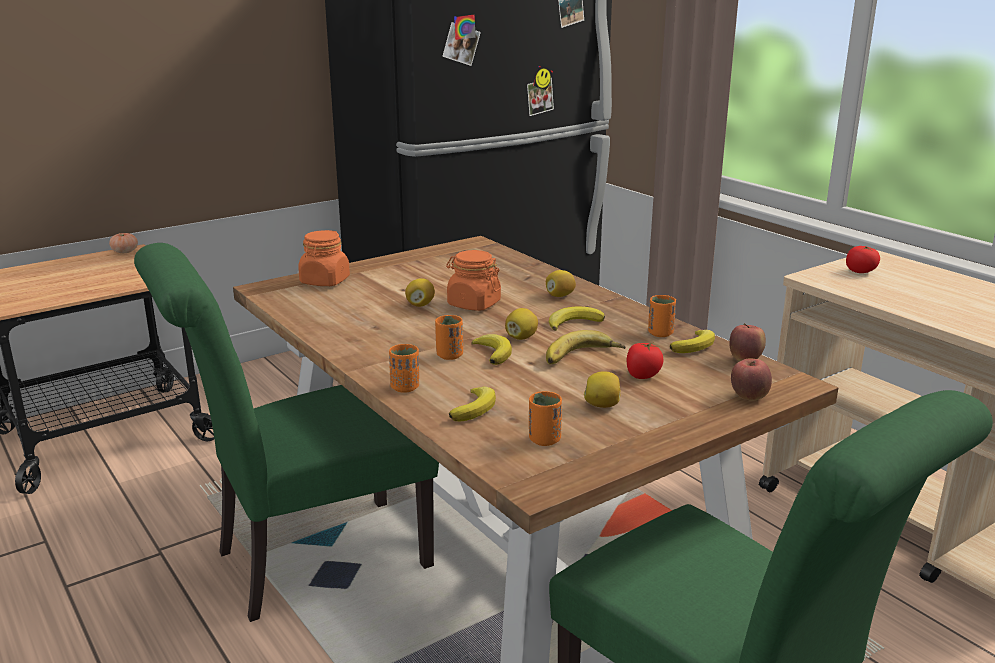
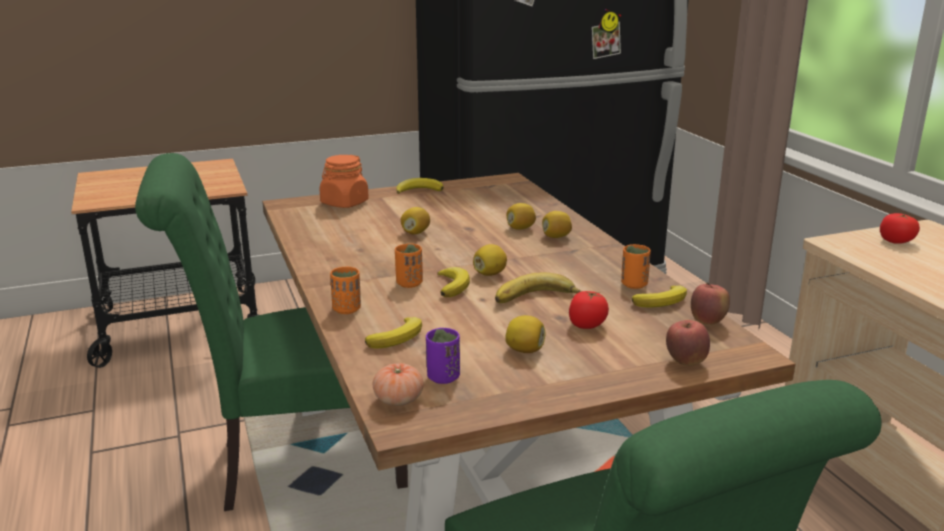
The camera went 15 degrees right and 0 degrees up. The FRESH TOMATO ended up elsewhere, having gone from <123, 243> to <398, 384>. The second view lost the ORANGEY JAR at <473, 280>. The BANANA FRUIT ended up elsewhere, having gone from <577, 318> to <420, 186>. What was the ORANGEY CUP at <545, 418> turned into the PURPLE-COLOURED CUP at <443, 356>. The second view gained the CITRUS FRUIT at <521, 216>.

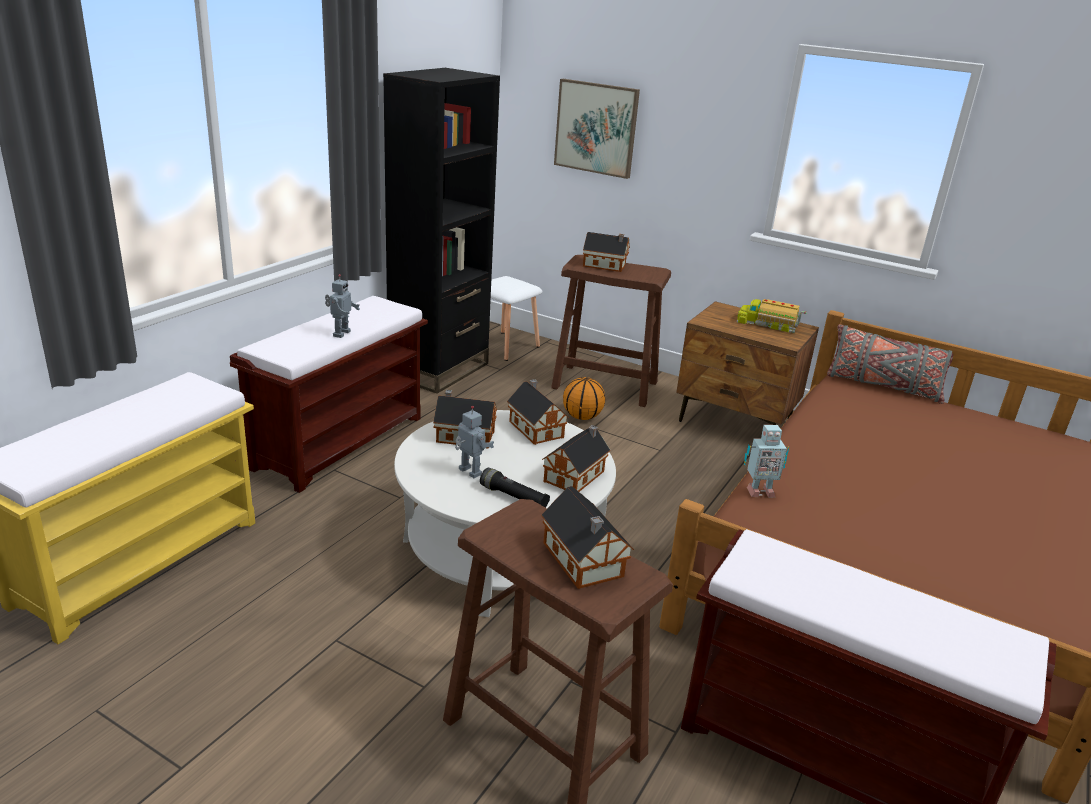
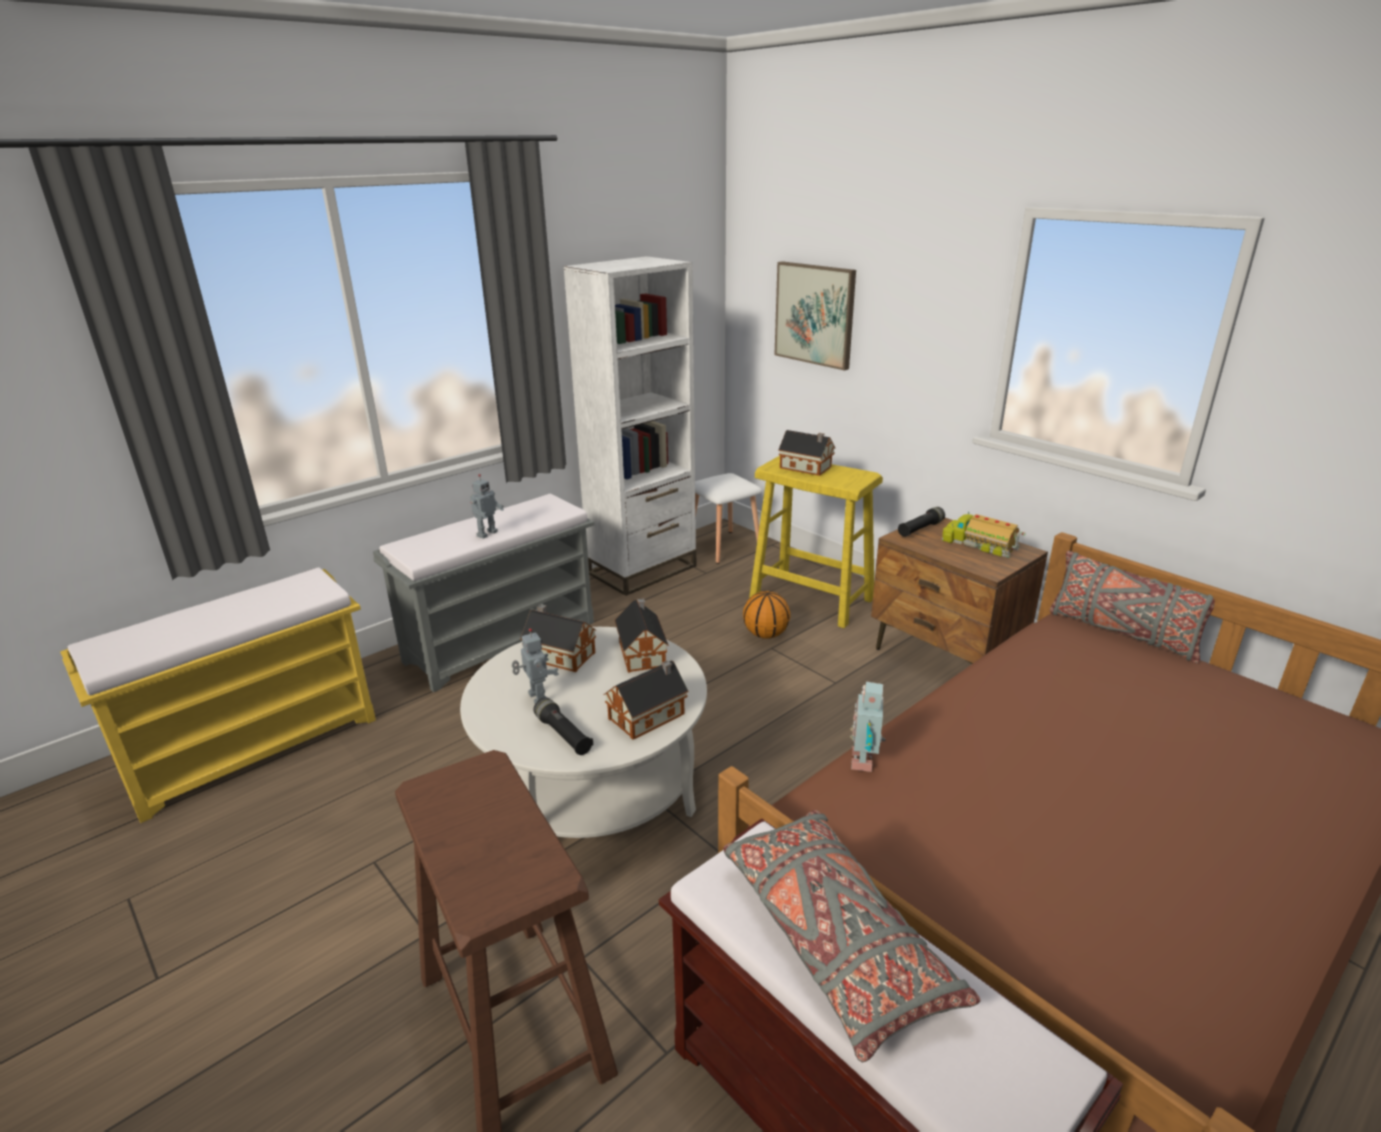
The camera went 20 degrees right and 0 degrees up. What was the BLACKISH SHELVING UNIT at <441, 231> turned into the WHITISH SHELVING UNIT at <629, 426>. What was the BROWN-COLOURED STOOL SEAT at <611, 331> turned into the YELLOW STOOL SEAT at <816, 542>. What was the BROWN-COLOURED BENCH at <329, 394> turned into the GREYISH BENCH at <483, 593>. The TOY ROBOT at <766, 461> ended up facing another way, 90 degrees clockwise from before. The second view lost the TOY HOUSE at <587, 537>. The second view gained the BLACKISH FLASHLIGHT at <921, 522>. The second view gained the GREYISH PILLOW at <851, 936>.

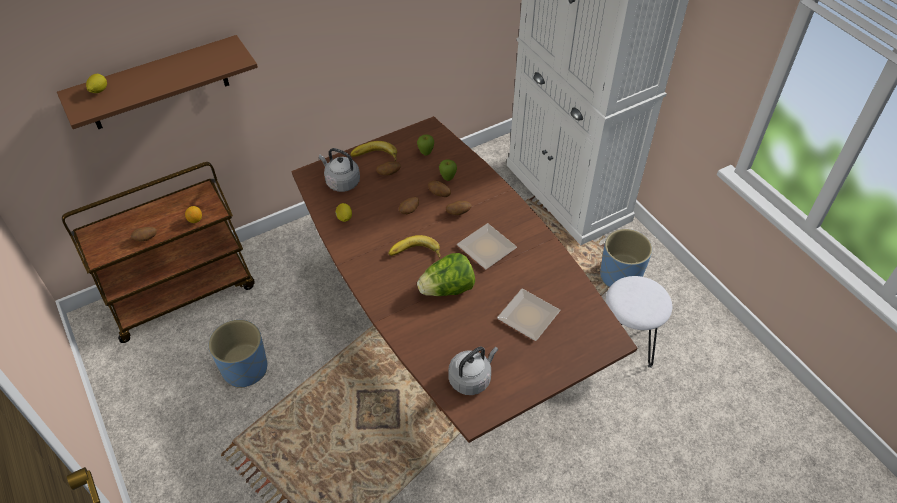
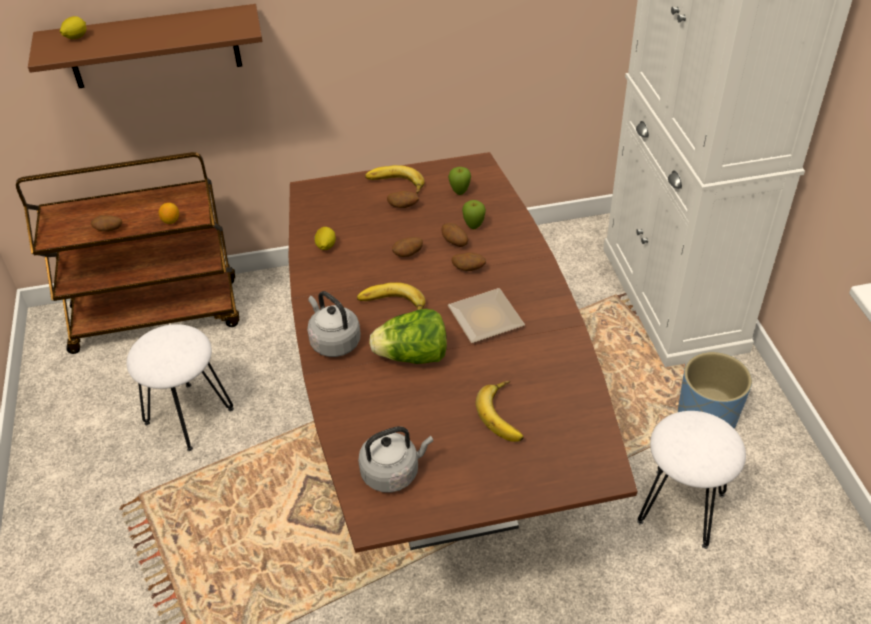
The camera went 20 degrees right and 5 degrees down. The GREYISH KETTLE ended up elsewhere, having gone from <339, 170> to <334, 324>. Where the FLAT DISH stood at <529, 314>, the BANANA FRUIT came to stand at <500, 411>. Where the BLUE-COLOURED PLANT POT stood at <238, 354>, the WHITISH STOOL SEAT came to stand at <180, 387>.

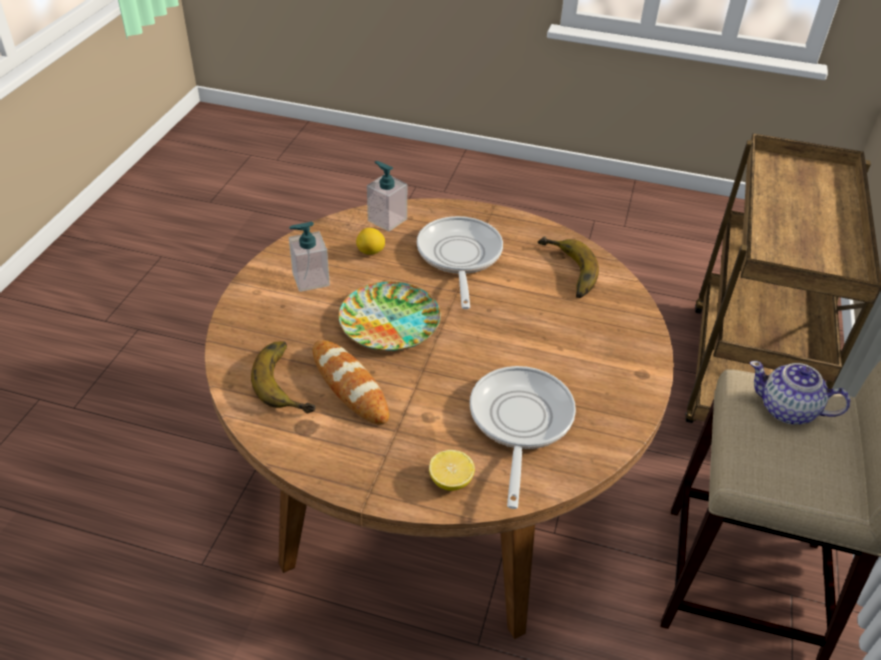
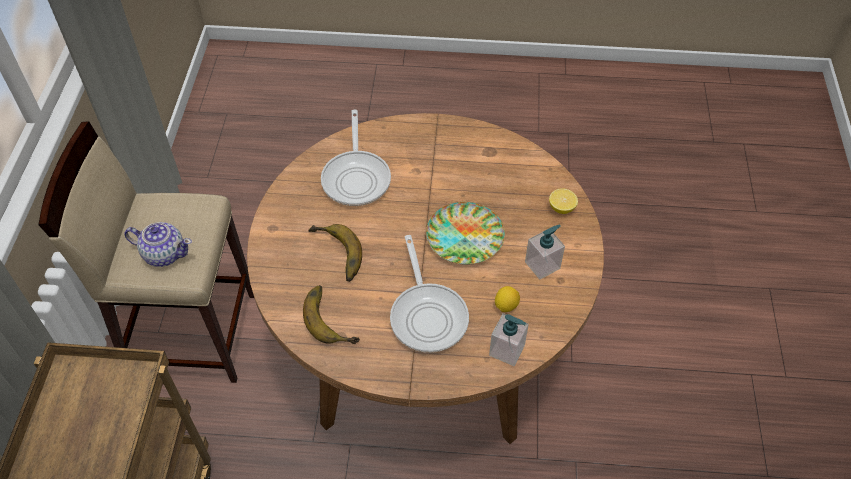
The camera went 170 degrees right and 10 degrees up. The second view lost the BAKED BREAD at <351, 382>. The BANANA FRUIT ended up elsewhere, having gone from <283, 377> to <335, 253>. The CITRUS FRUIT ended up elsewhere, having gone from <452, 470> to <563, 201>.

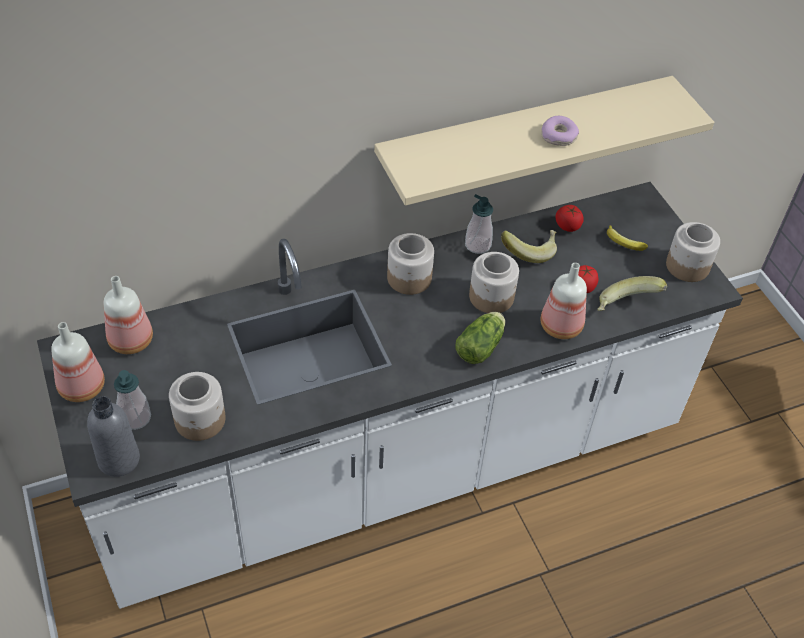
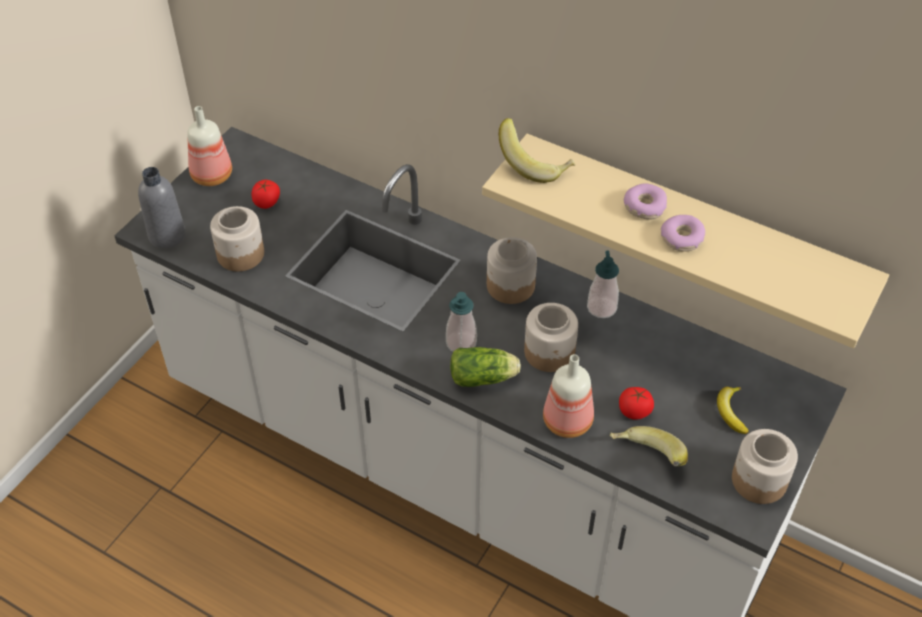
The camera went 55 degrees right and 0 degrees up. The FRESH TOMATO ended up elsewhere, having gone from <570, 218> to <265, 194>. The BANANA FRUIT ended up elsewhere, having gone from <529, 246> to <536, 150>. The second view lost the DRINK BOTTLE at <128, 315>. The SOAP BOTTLE ended up elsewhere, having gone from <132, 400> to <461, 321>. The second view gained the DONUT at <645, 201>.

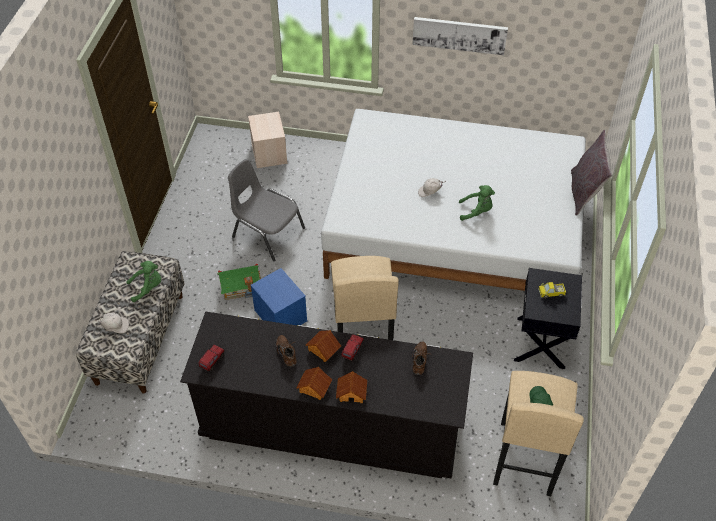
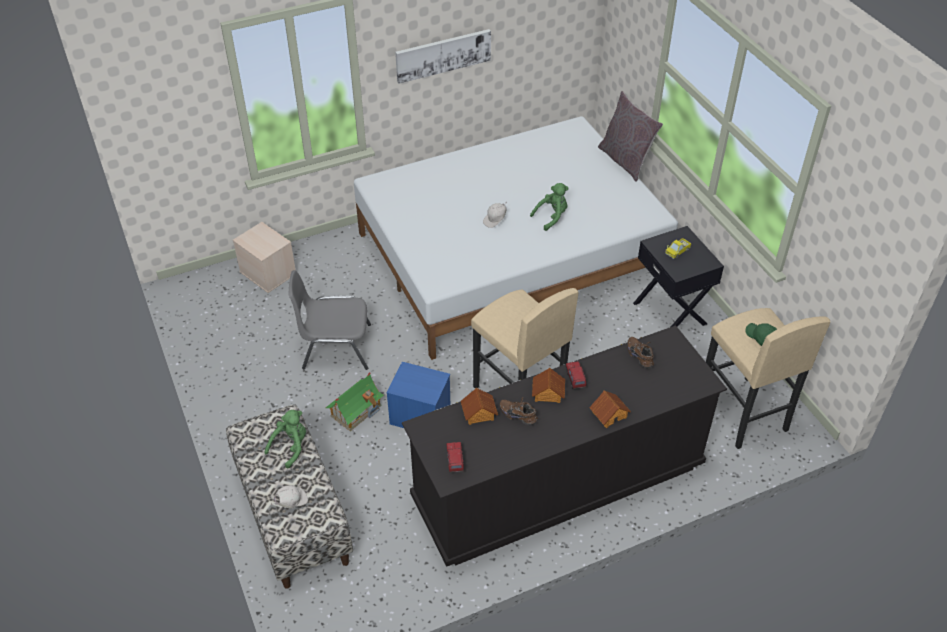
The camera went 35 degrees left and 5 degrees down. The TOY HOUSE ended up elsewhere, having gone from <314, 383> to <479, 406>.

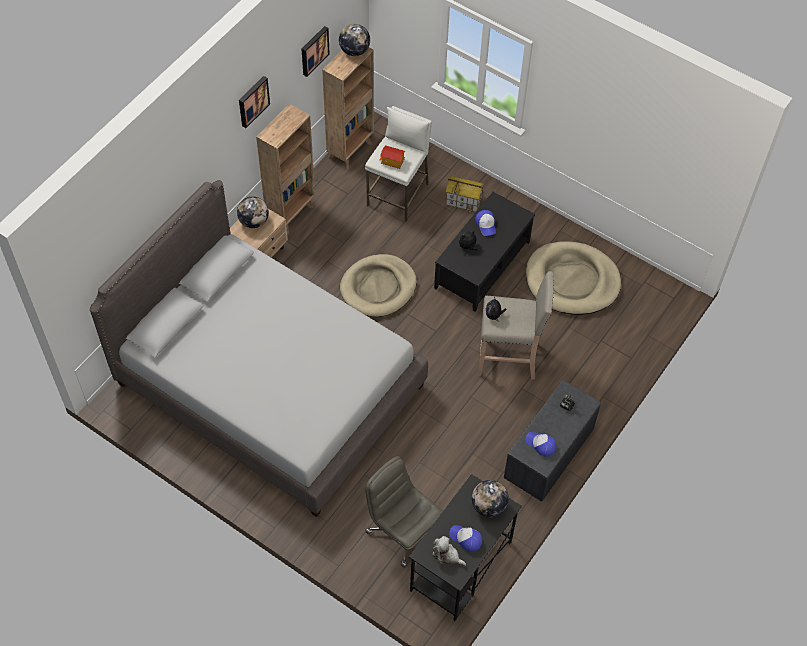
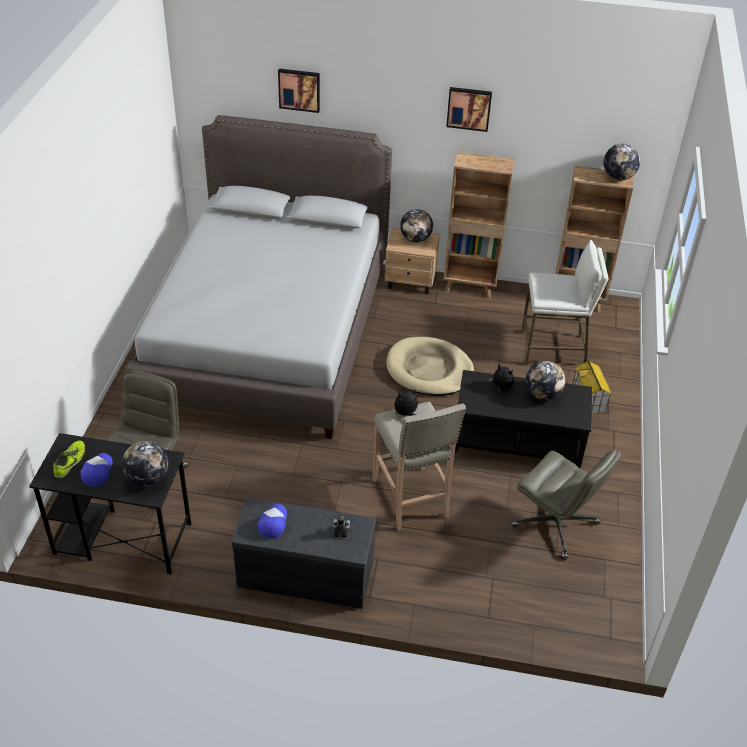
The camera went 65 degrees right and 15 degrees down. The PICTURE ended up elsewhere, having gone from <316, 51> to <299, 91>. The second view lost the TOY HOUSE at <392, 157>. Where the BASEBALL CAP stood at <485, 223>, the GLOBE came to stand at <545, 380>. Where the BEIGE-COLOURED DOG CUSHION stood at <573, 278>, the GREYISH DESK CHAIR came to stand at <566, 504>. Where the CUDDLY TOY stood at <449, 551>, the LOW SHOE came to stand at <69, 459>.

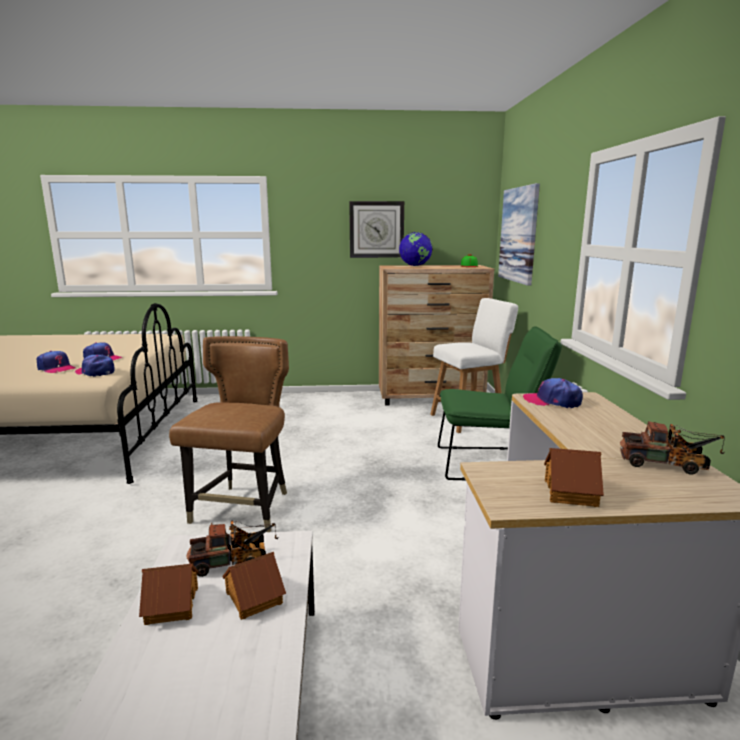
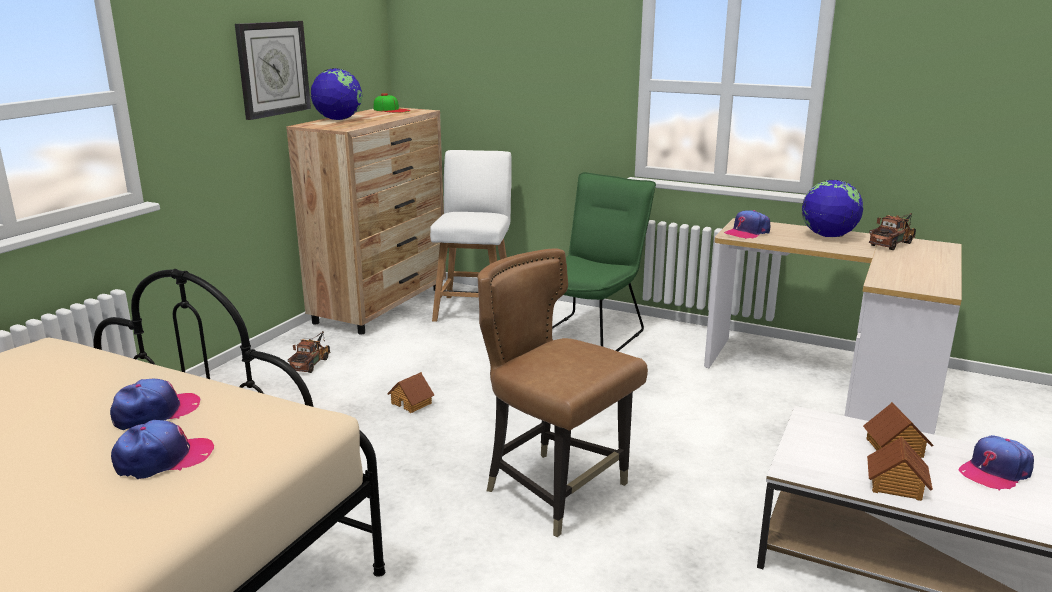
The camera went 60 degrees left and 5 degrees up. The second view lost the PICTURE at <519, 234>. The BASEBALL CAP ended up elsewhere, having gone from <94, 366> to <996, 463>. The TOY HOUSE ended up elsewhere, having gone from <574, 477> to <410, 392>. The TOY TRUCK ended up elsewhere, having gone from <233, 548> to <309, 352>. The second view gained the GLOBE at <832, 208>.

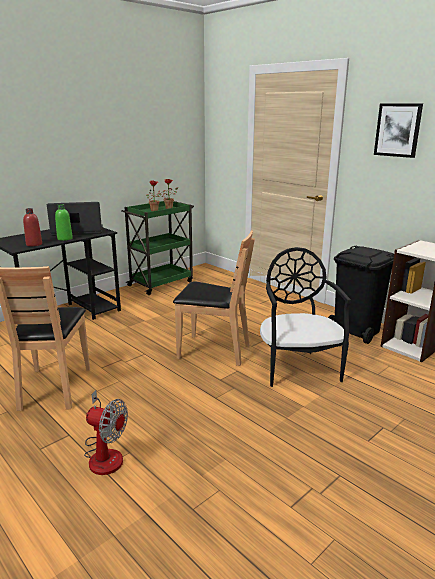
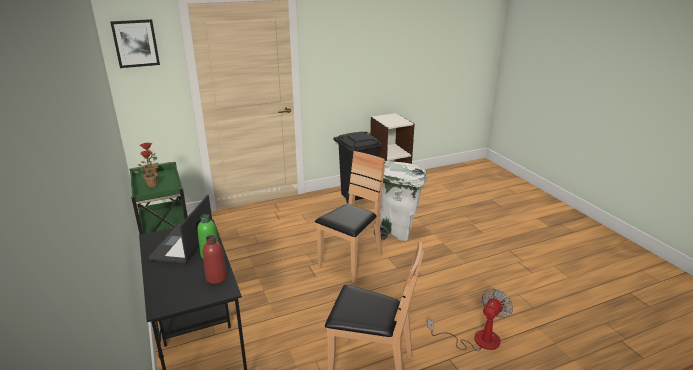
The camera went 70 degrees left and 5 degrees up. The PICTURE ended up elsewhere, having gone from <398, 130> to <135, 43>. Where the BLACKISH PLAIN CHAIR stood at <305, 317>, the WHITISH TRASH CAN came to stand at <400, 201>.

